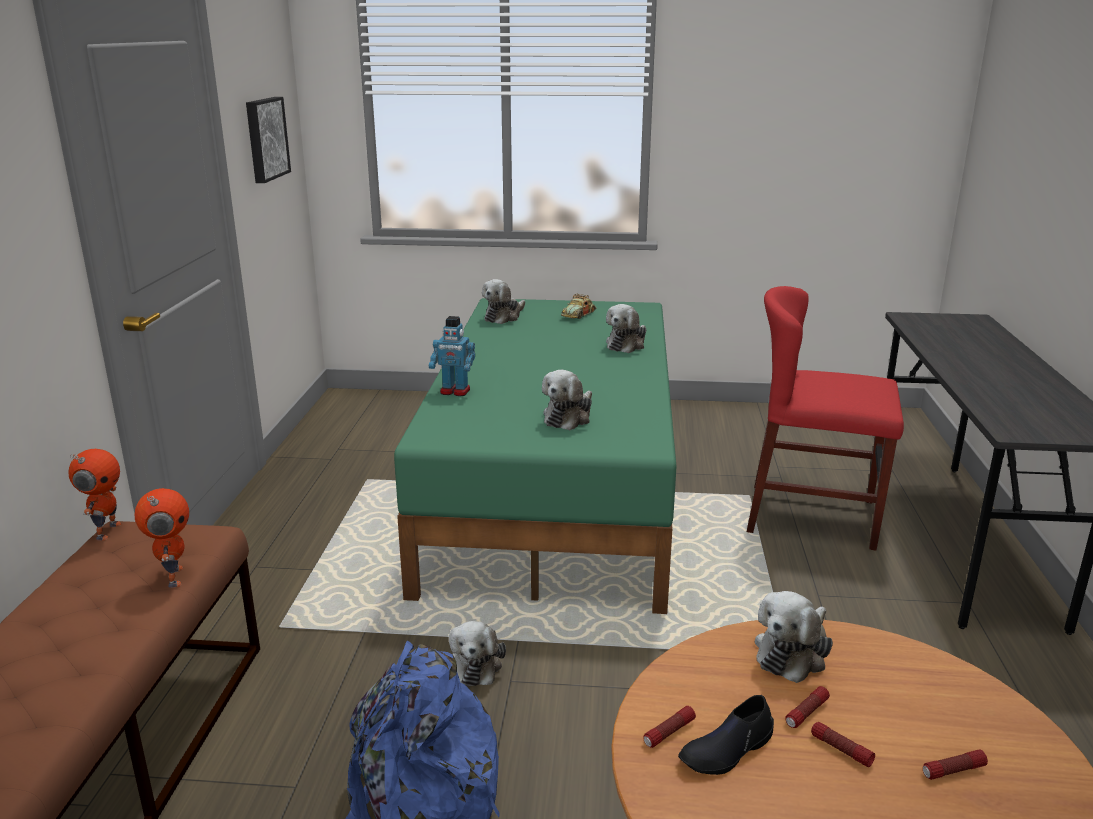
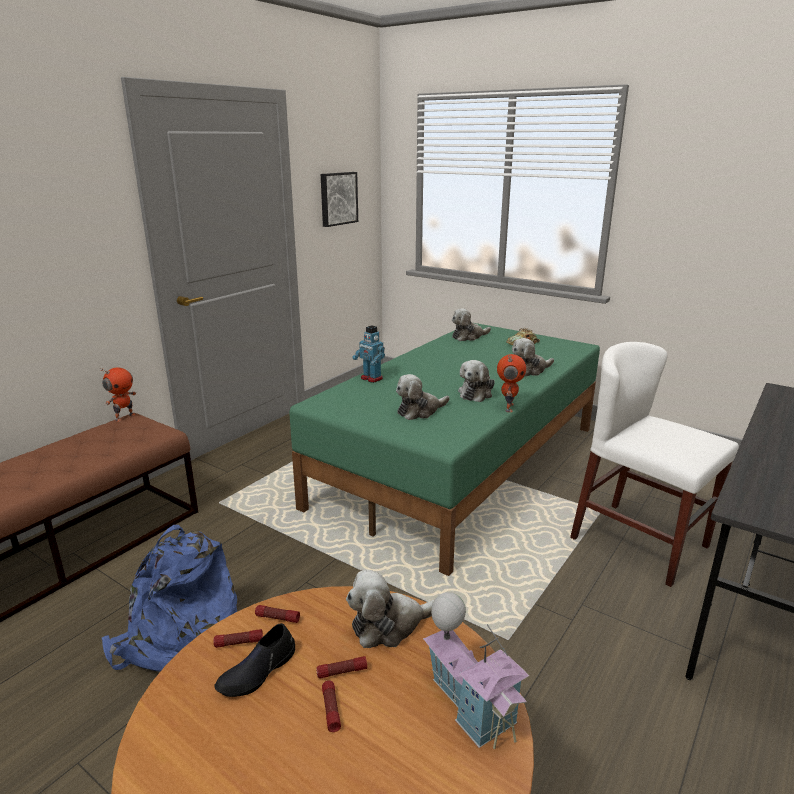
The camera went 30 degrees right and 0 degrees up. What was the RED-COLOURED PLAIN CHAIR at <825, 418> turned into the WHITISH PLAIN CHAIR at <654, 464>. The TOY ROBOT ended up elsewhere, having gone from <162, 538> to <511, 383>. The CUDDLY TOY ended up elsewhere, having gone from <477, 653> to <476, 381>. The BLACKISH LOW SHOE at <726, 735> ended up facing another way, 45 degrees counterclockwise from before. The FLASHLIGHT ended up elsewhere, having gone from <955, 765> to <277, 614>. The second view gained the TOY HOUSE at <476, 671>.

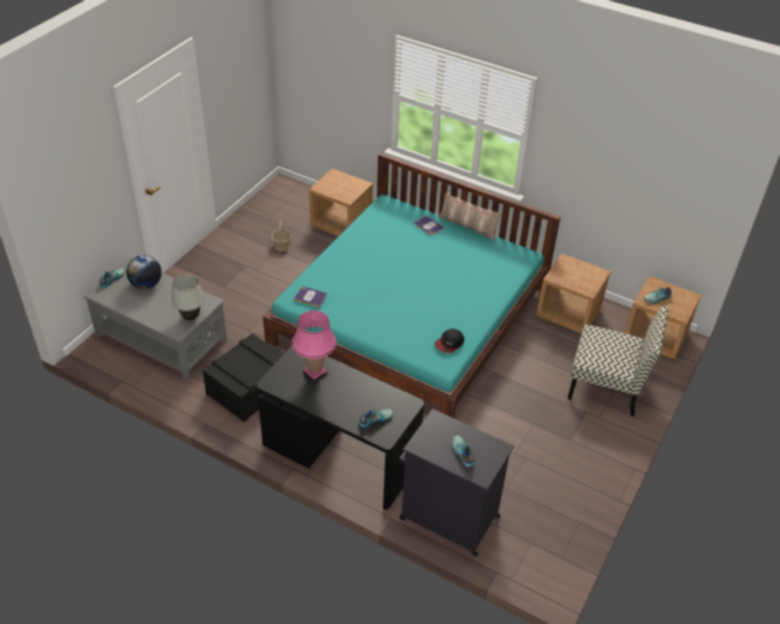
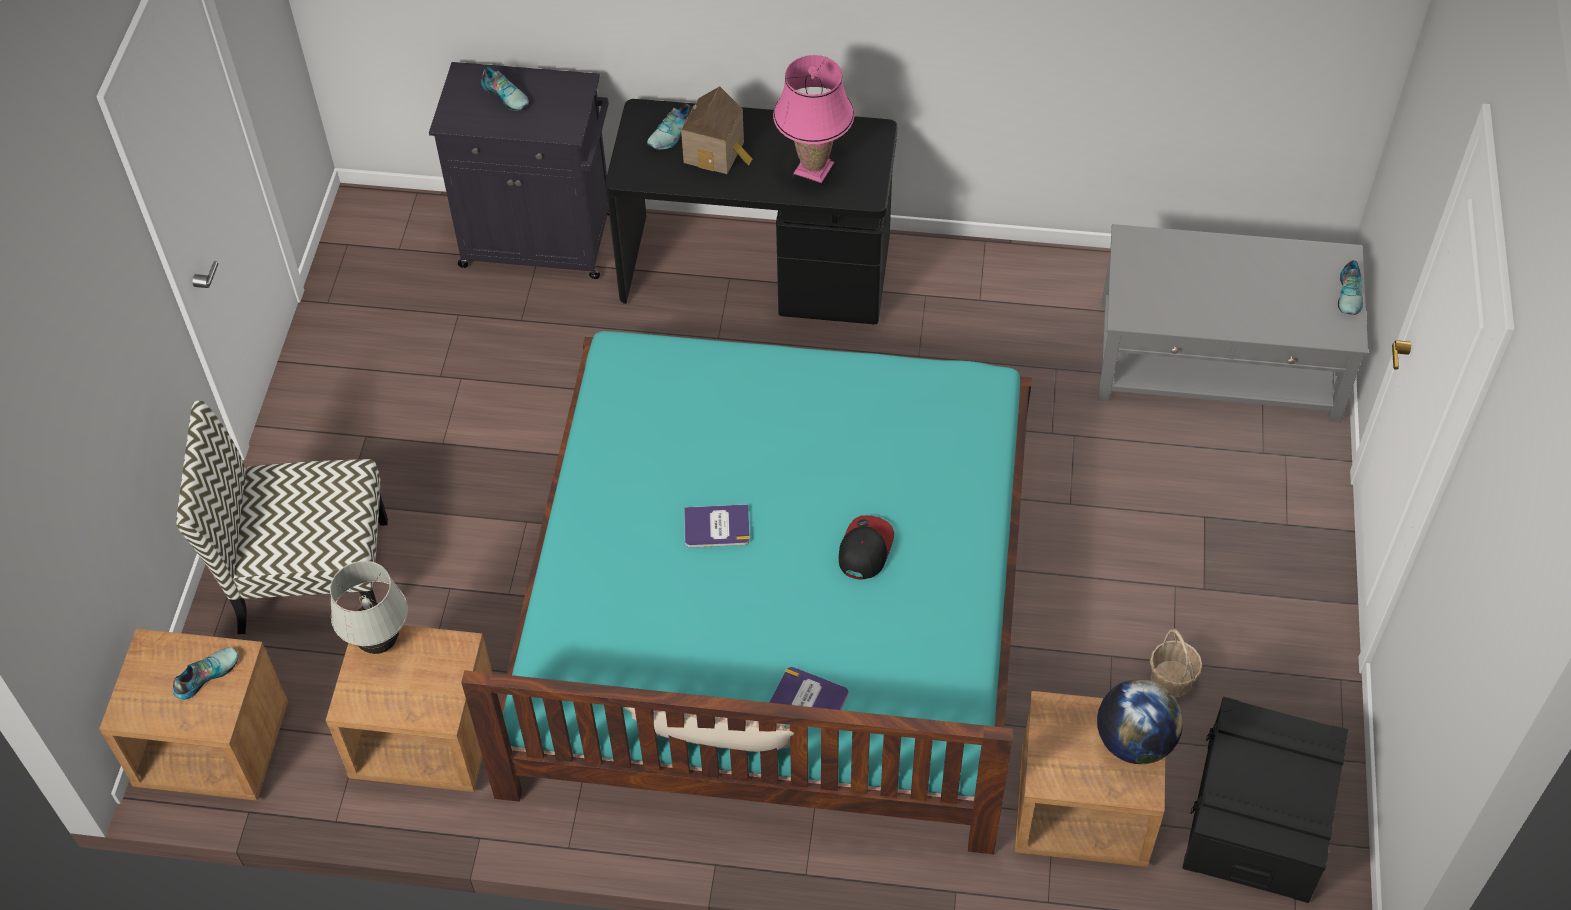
The camera went 160 degrees right and 10 degrees up. The GLOBE ended up elsewhere, having gone from <144, 272> to <1140, 721>. The WHITISH TABLETOP LAMP ended up elsewhere, having gone from <188, 297> to <369, 607>. The VOLUME ended up elsewhere, having gone from <310, 297> to <717, 526>. The BASEBALL CAP ended up elsewhere, having gone from <449, 341> to <866, 547>. The BLACKISH STORAGE BOX ended up elsewhere, having gone from <242, 377> to <1265, 800>. The second view gained the TOY HOUSE at <716, 130>.

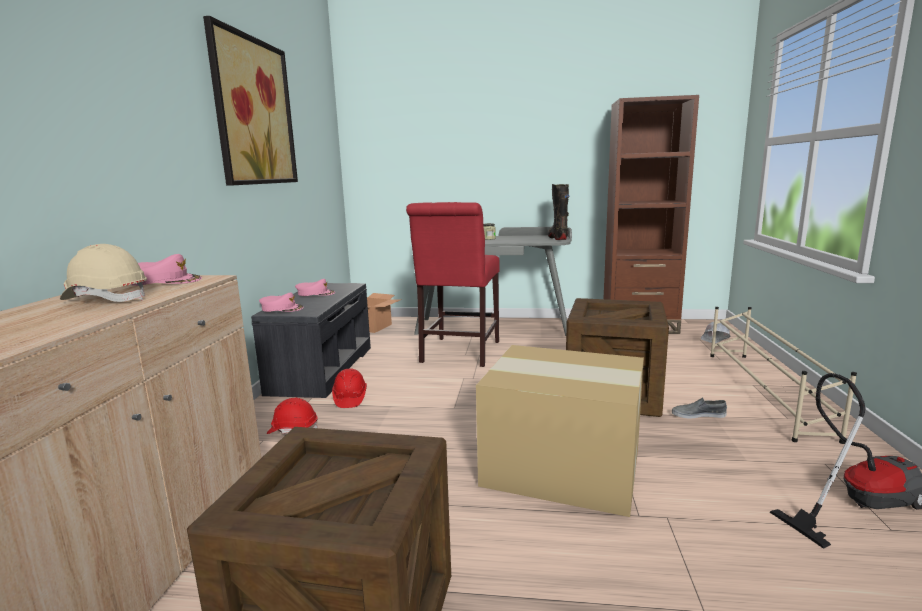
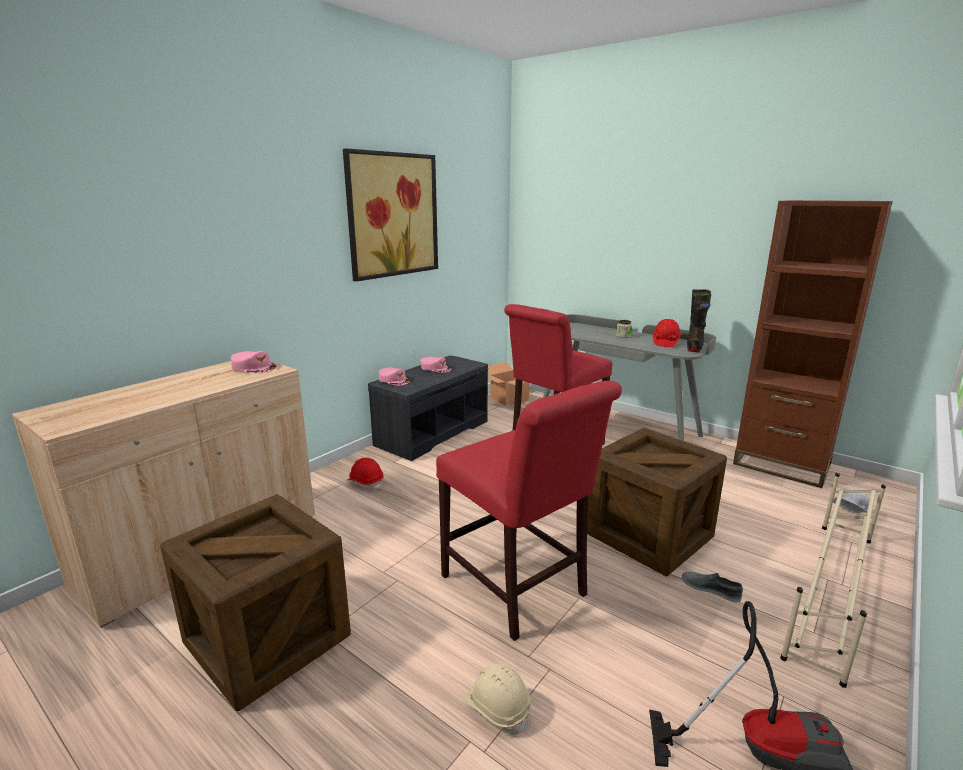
The camera went 30 degrees right and 5 degrees up. The BEIGE-COLOURED SAFETY HELMET ended up elsewhere, having gone from <103, 273> to <498, 699>. Where the CARDBOARD BOX stood at <560, 431>, the RED-COLOURED PLAIN CHAIR came to stand at <529, 511>. The RED-COLOURED SAFETY HELMET ended up elsewhere, having gone from <349, 388> to <667, 333>.

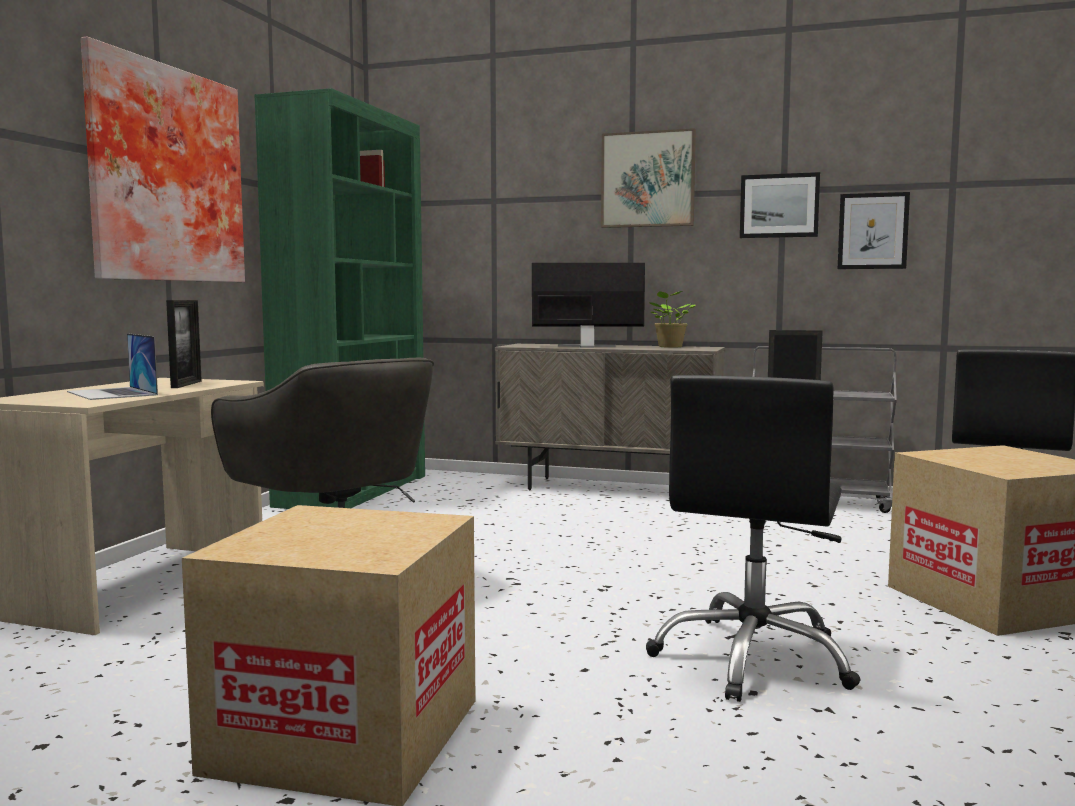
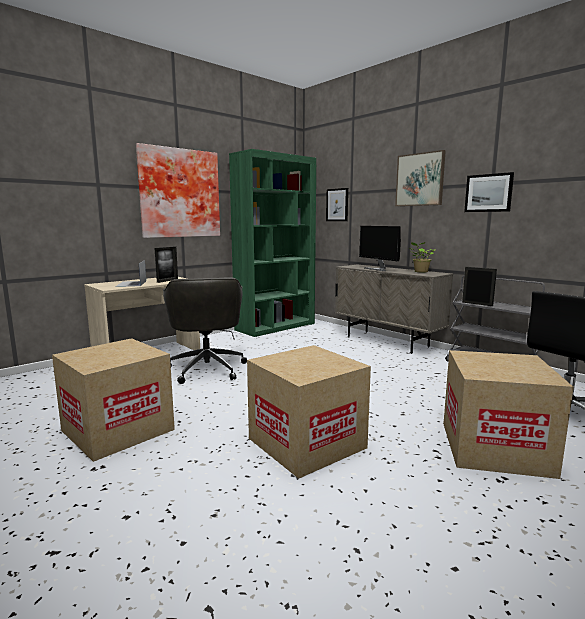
The camera went 30 degrees right and 5 degrees up. The PICTURE ended up elsewhere, having gone from <873, 230> to <337, 204>. The COMPUTER SCREEN at <588, 305> ended up facing another way, 150 degrees counterclockwise from before. Where the BLACKISH DESK CHAIR stood at <753, 538>, the CARDBOARD BOX came to stand at <309, 412>.

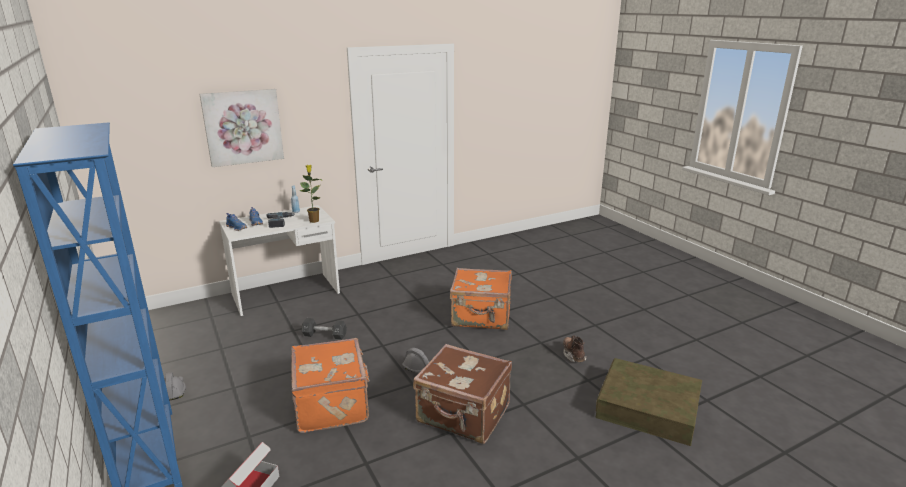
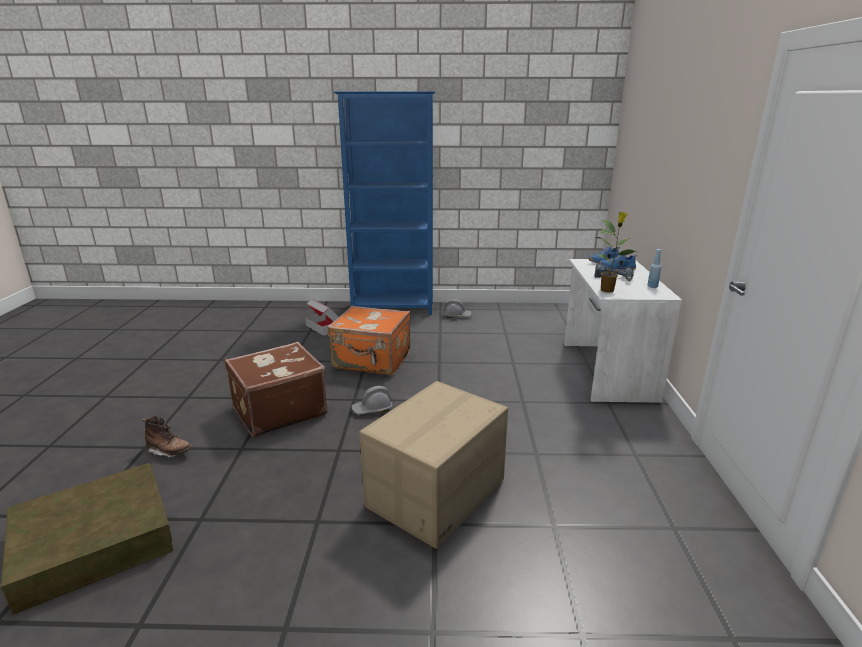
The camera went 120 degrees right and 0 degrees up. The second view lost the PICTURE at <242, 128>. Where the ORANGEY TRAVEL CASE stood at <481, 299>, the CARDBOARD BOX came to stand at <433, 465>. The second view lost the BLACKISH HAND WEIGHT at <324, 329>. The BROWN-COLOURED TALL BOOT ended up elsewhere, having gone from <575, 348> to <167, 437>.

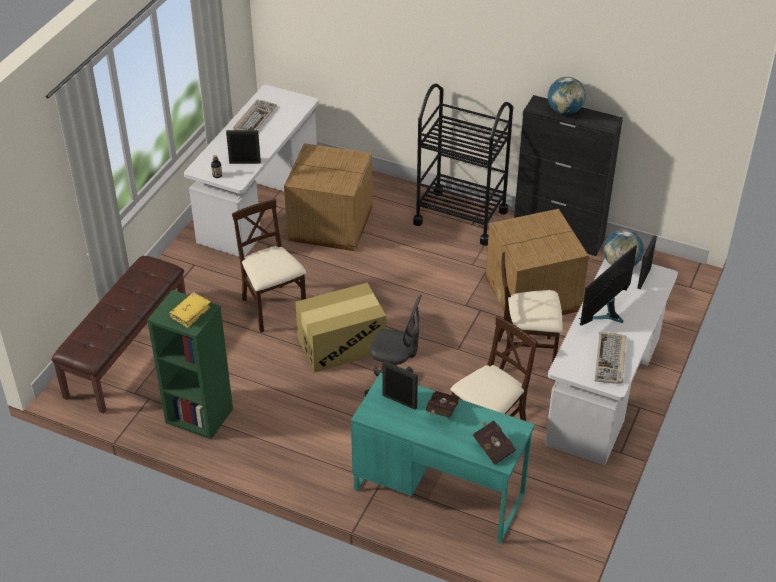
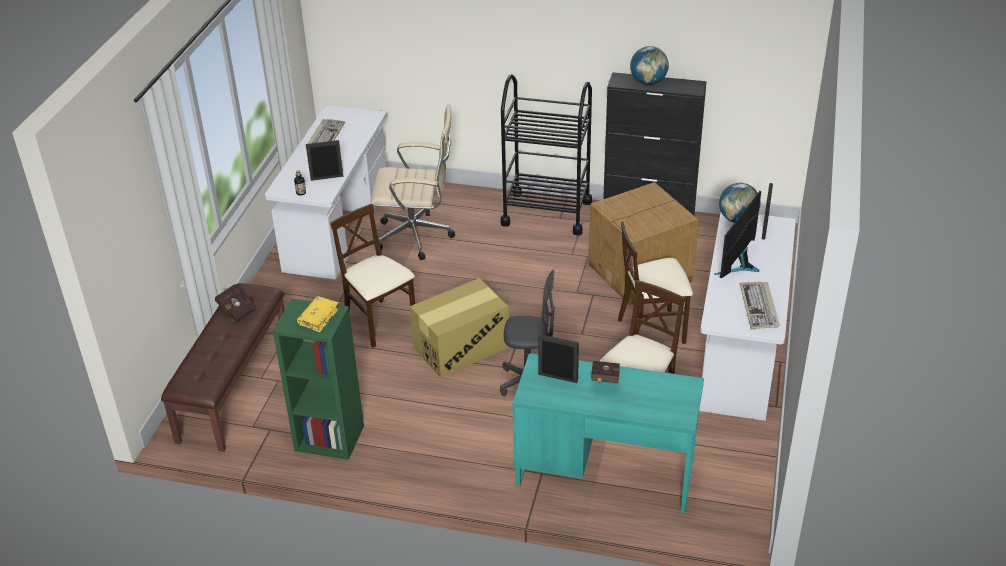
The camera went 10 degrees left and 5 degrees down. Where the CARDBOARD BOX stood at <328, 197>, the BEIGE-COLOURED DESK CHAIR came to stand at <413, 182>. The RED-COLOURED VOLUME ended up elsewhere, having gone from <494, 442> to <235, 304>.

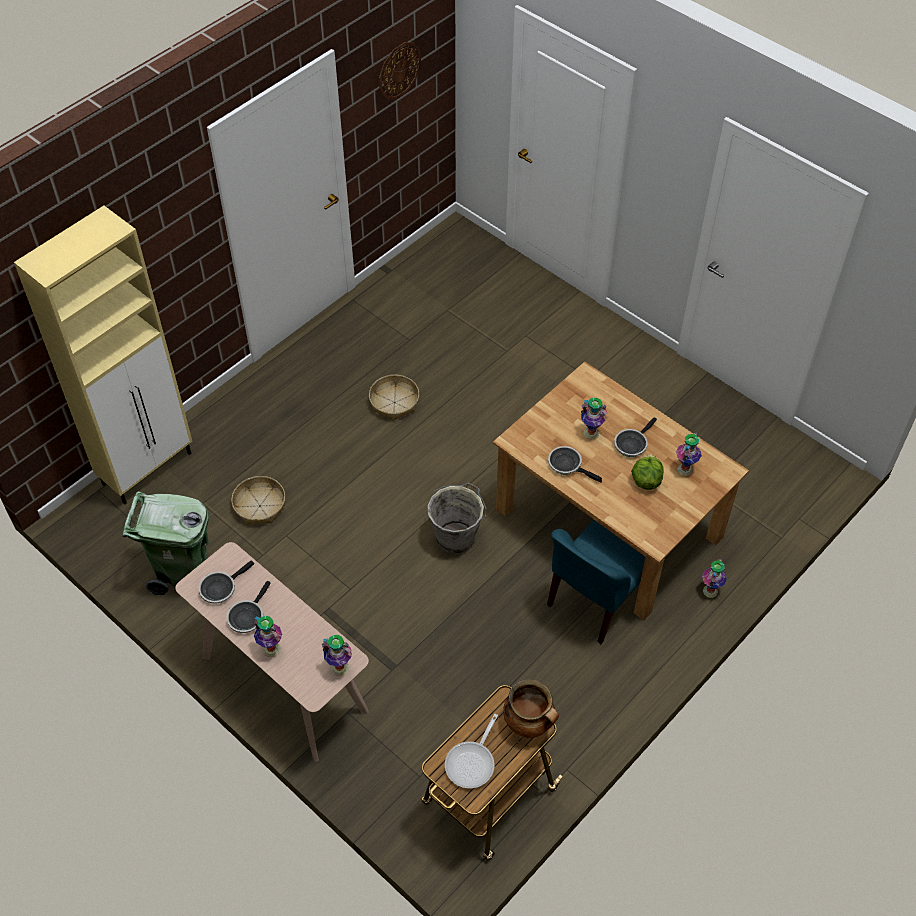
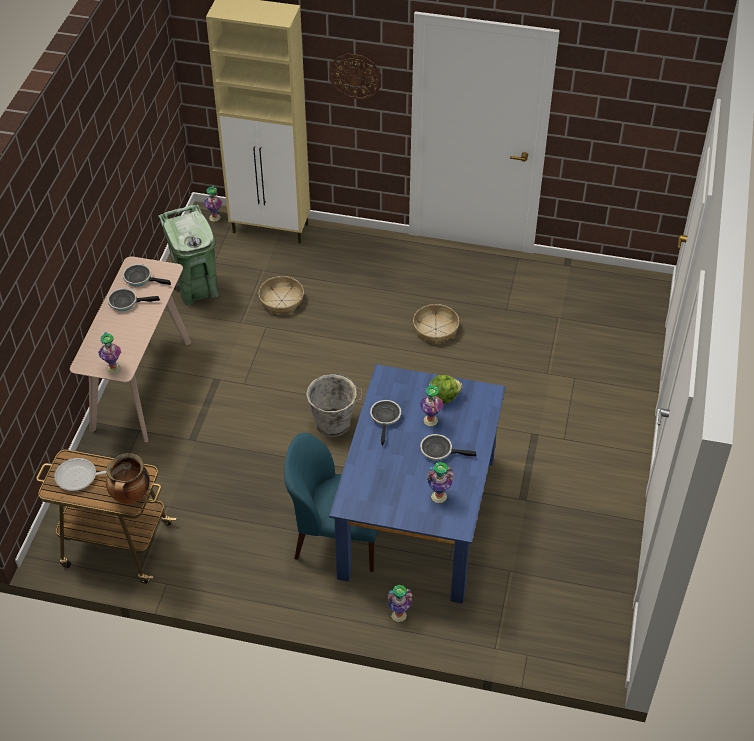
The camera went 60 degrees right and 5 degrees down. The HANGING CLOCK ended up elsewhere, having gone from <400, 70> to <355, 76>. What was the BROWN-COLOURED DINING TABLE at <621, 491> turned into the BLUE-COLOURED DINING TABLE at <417, 484>. The LETTUCE ended up elsewhere, having gone from <647, 472> to <445, 389>. The VASE ended up elsewhere, having gone from <268, 636> to <213, 204>.

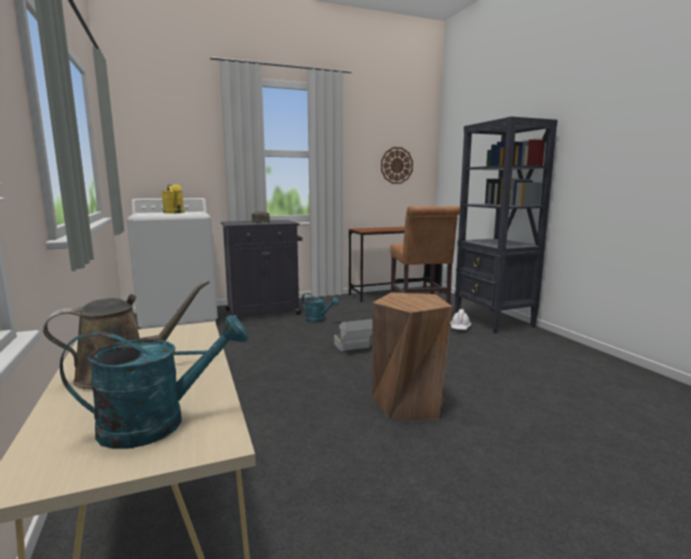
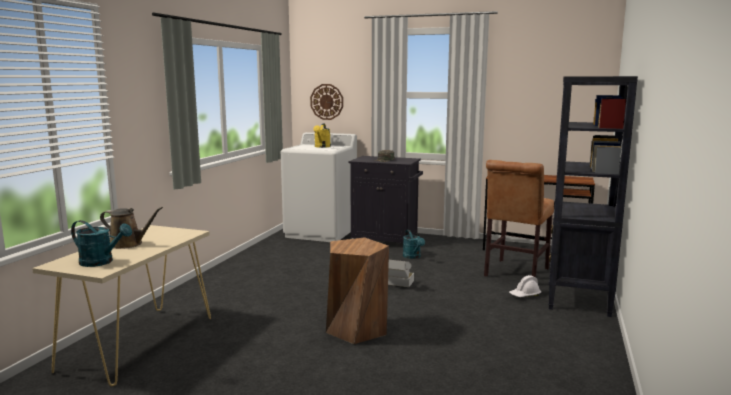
The camera went 40 degrees right and 0 degrees up. The HANGING CLOCK ended up elsewhere, having gone from <397, 165> to <326, 102>.

